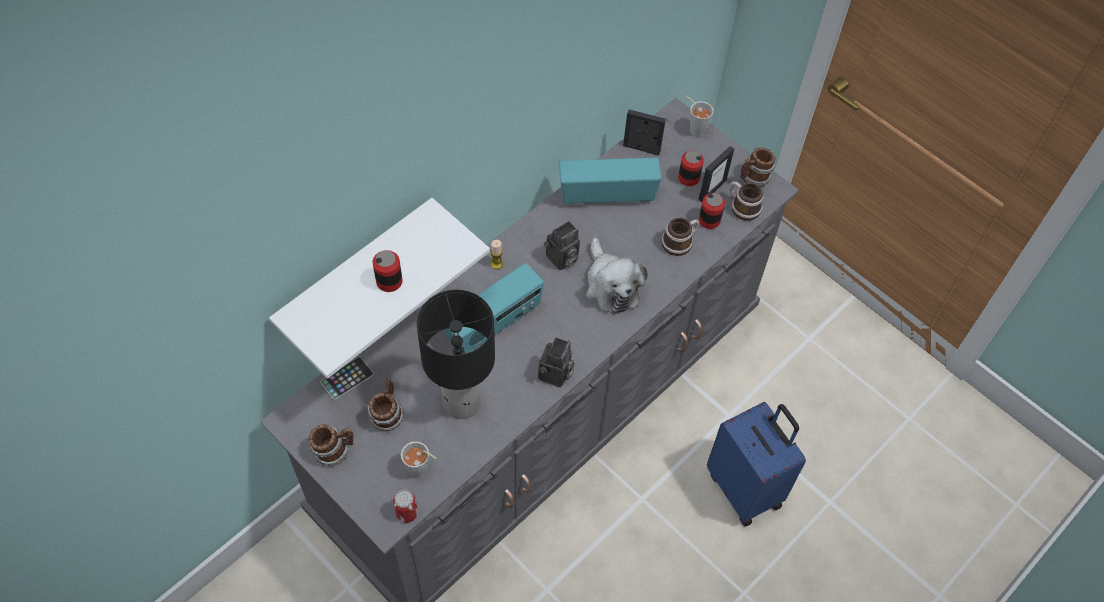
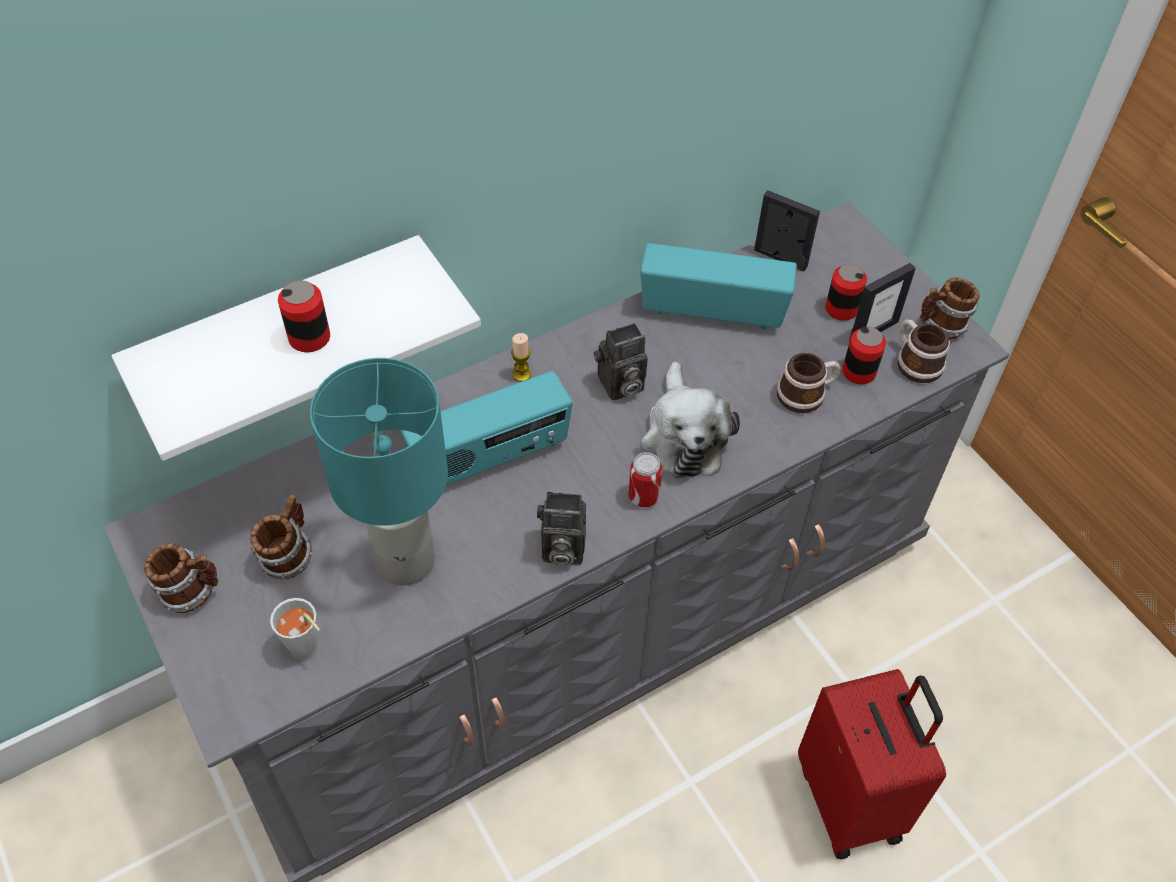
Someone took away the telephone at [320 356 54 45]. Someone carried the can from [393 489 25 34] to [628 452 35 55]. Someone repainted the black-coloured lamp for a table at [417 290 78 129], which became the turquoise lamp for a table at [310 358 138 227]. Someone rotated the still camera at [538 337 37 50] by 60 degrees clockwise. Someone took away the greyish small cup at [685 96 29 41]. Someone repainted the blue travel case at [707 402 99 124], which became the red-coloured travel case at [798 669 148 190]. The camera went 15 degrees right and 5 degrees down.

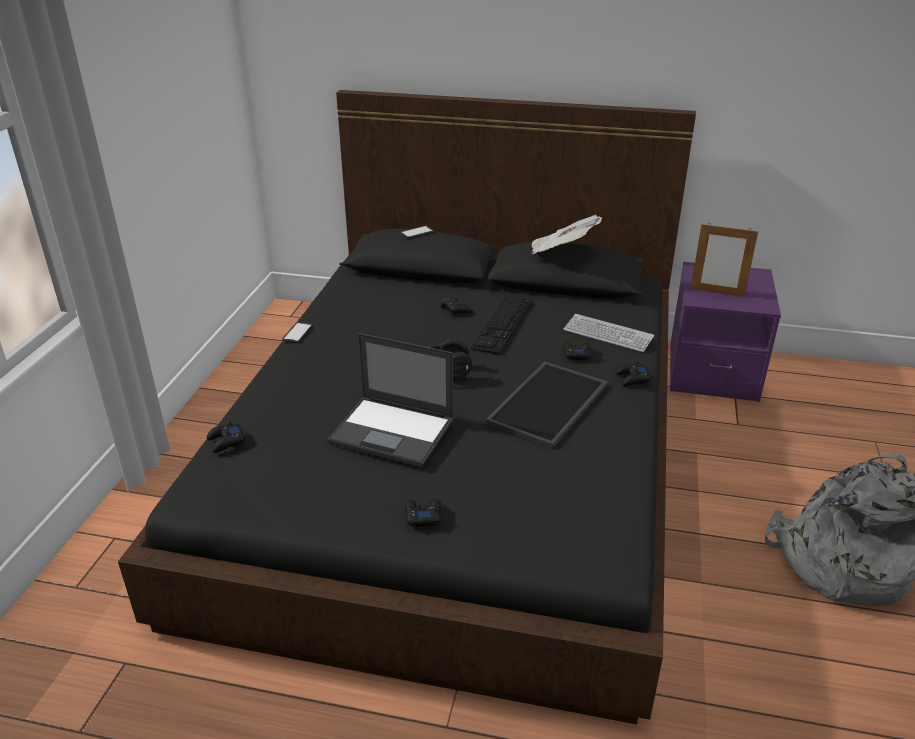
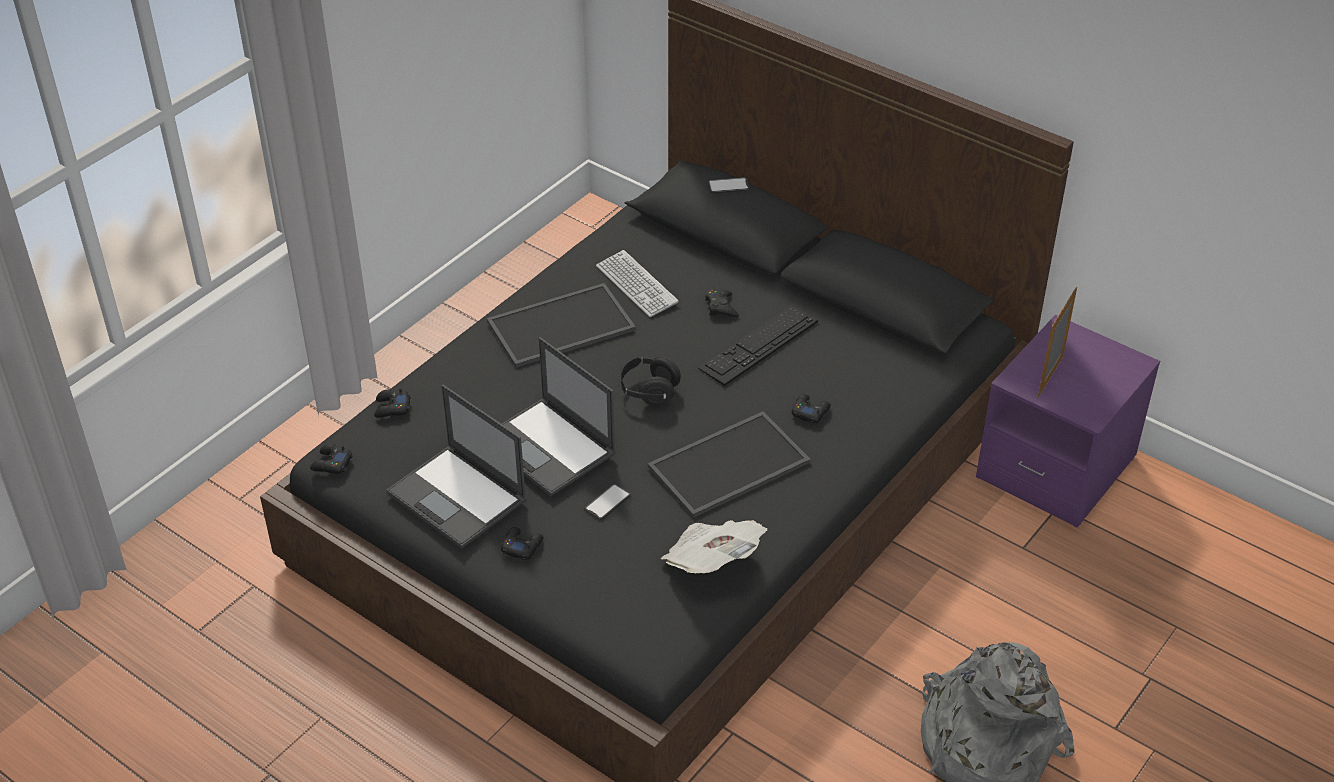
Someone carried the telephone from [282 322 31 21] to [584 483 47 37]. Someone carried the printed paper from [532 215 70 39] to [661 520 106 53]. Someone carried the PC keyboard from [563 314 91 38] to [596 250 83 67]. Someone carried the black-coloured game controller from [615 361 37 25] to [310 444 43 30]. Someone rotated the photo frame at [691 224 67 73] by 75 degrees clockwise. Someone put down the portable computer at [386 385 141 164]. Someone put down the carrying tray at [487 283 149 85]. The camera went 25 degrees right and 10 degrees up.

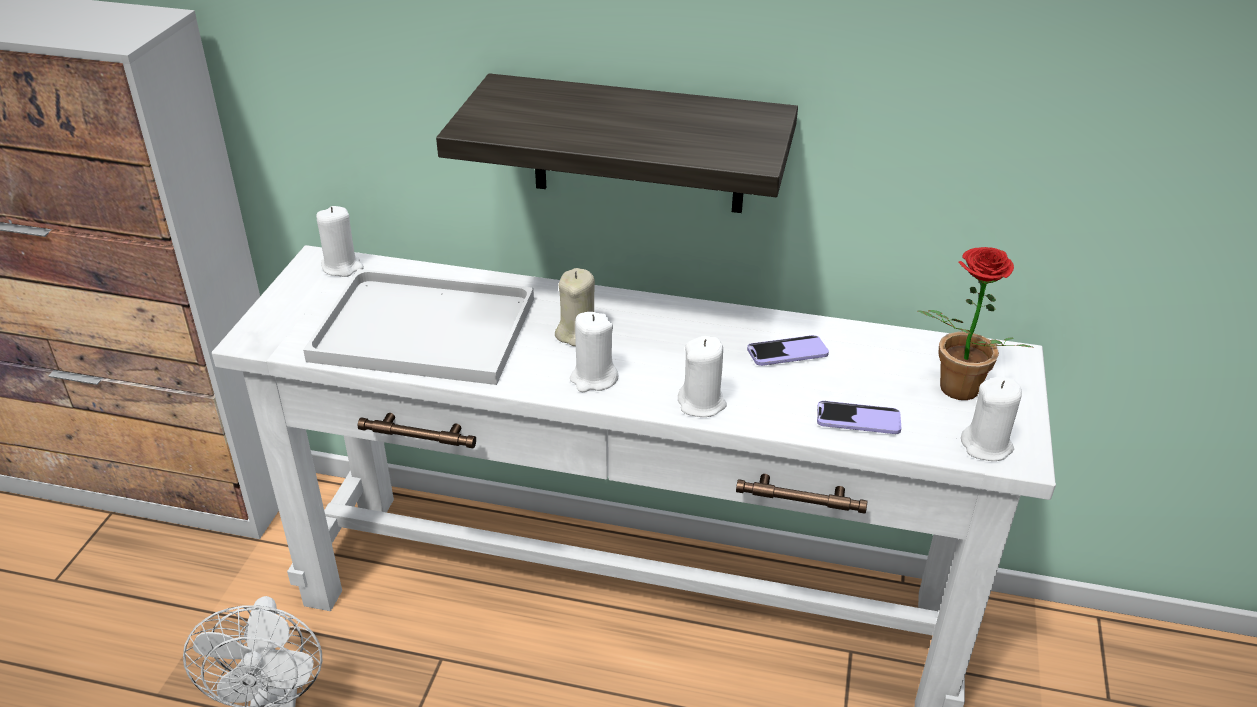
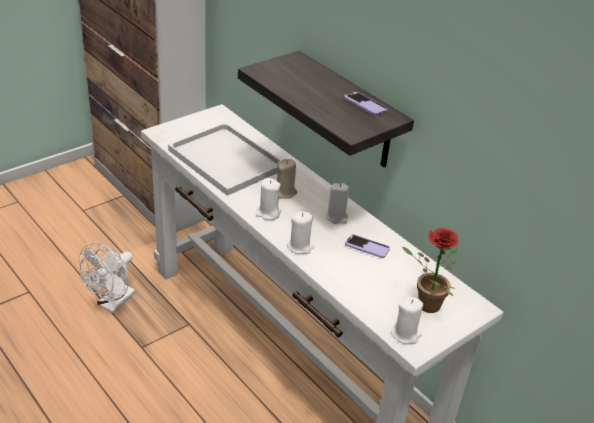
Someone carried the white wax candle from [316 206 48 71] to [325 183 24 41]. Someone carried the telephone from [817 401 84 33] to [344 92 44 23]. The camera went 35 degrees right and 0 degrees up.

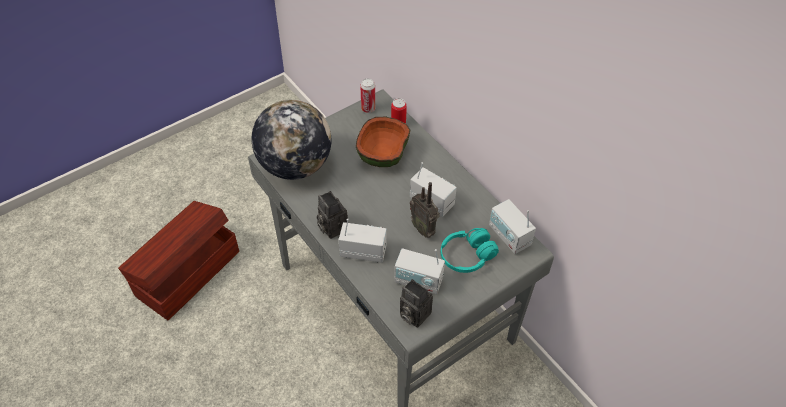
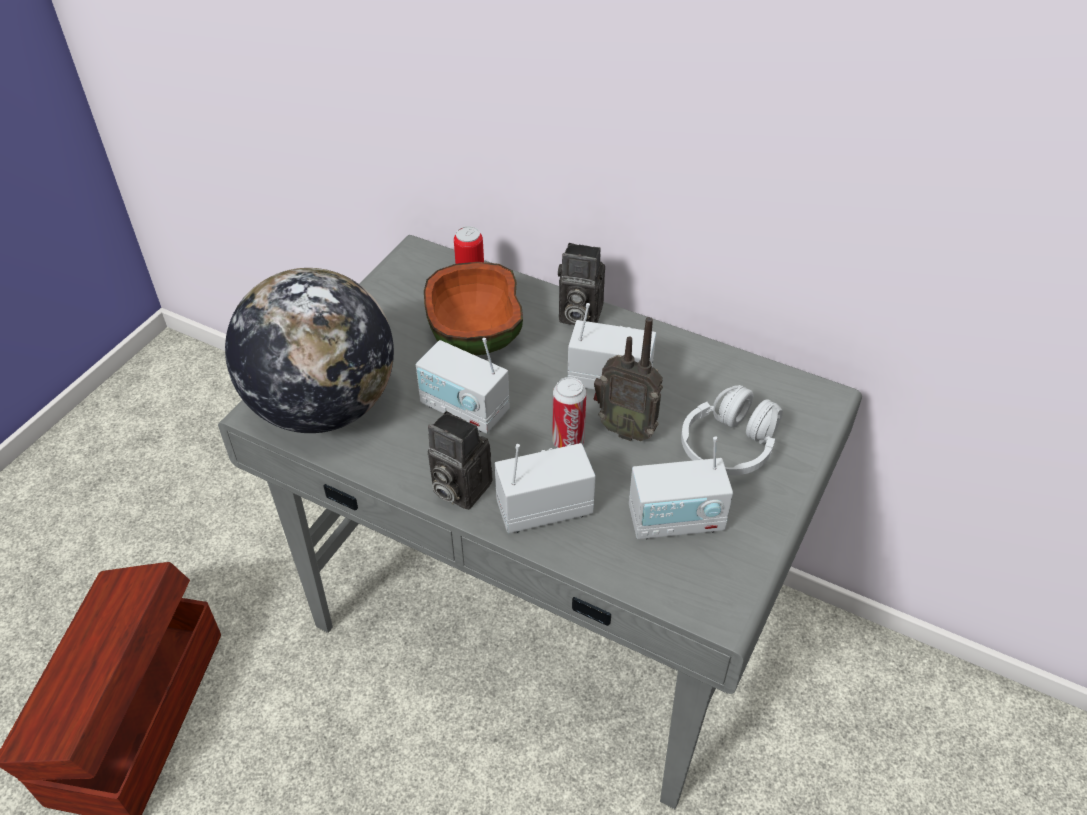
Someone carried the can from [360 78 15 35] to [552 377 34 71]. Someone carried the still camera from [400 279 33 49] to [558 243 47 82]. Someone repainted the turquoise pair of headphones at [441 228 58 45], which became the white pair of headphones at [681 385 102 91]. Someone carried the radio receiver from [489 199 47 55] to [416 338 93 96]. The camera went 25 degrees left and 5 degrees down.

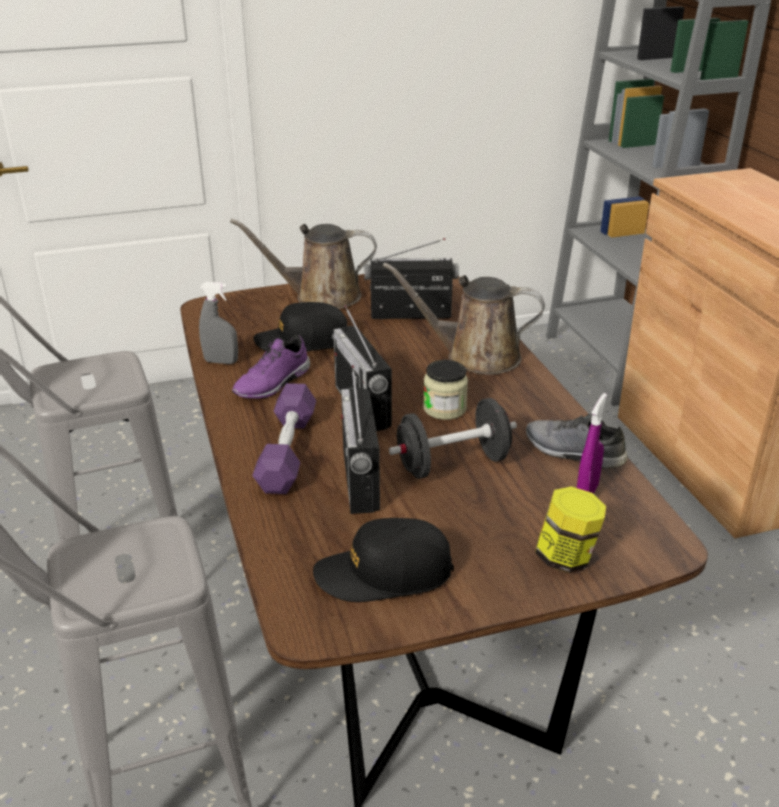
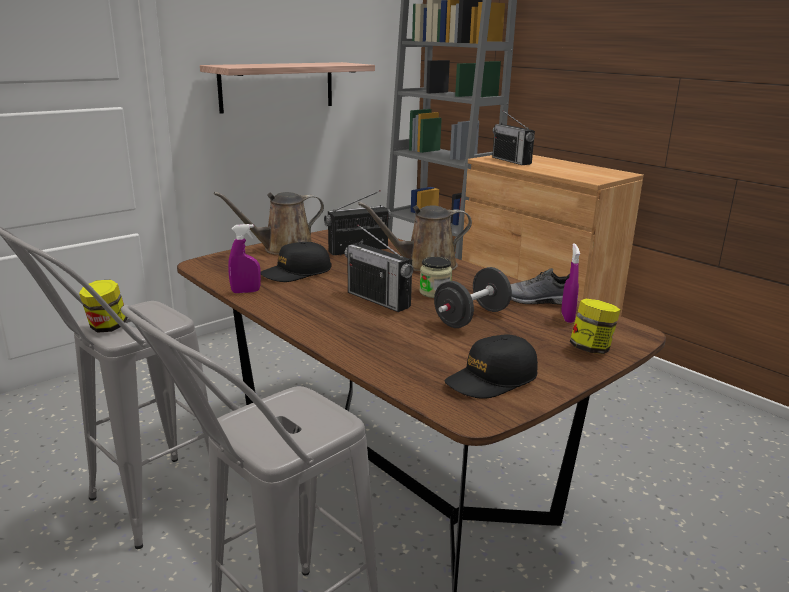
Someone repainted the greyish sprayer at [199 282 39 82], which became the purple-coloured sprayer at [228 224 33 69]. Someone took away the purple-coloured item of footwear at [232 335 78 64]. Someone took away the purple-coloured free weight at [252 383 64 111]. Someone carried the radio receiver from [341 365 39 149] to [492 110 43 55]. Someone put down the jar at [79 279 49 54]. Someone put up the bracket shelf at [200 62 175 52]. The camera went 25 degrees left and 10 degrees down.

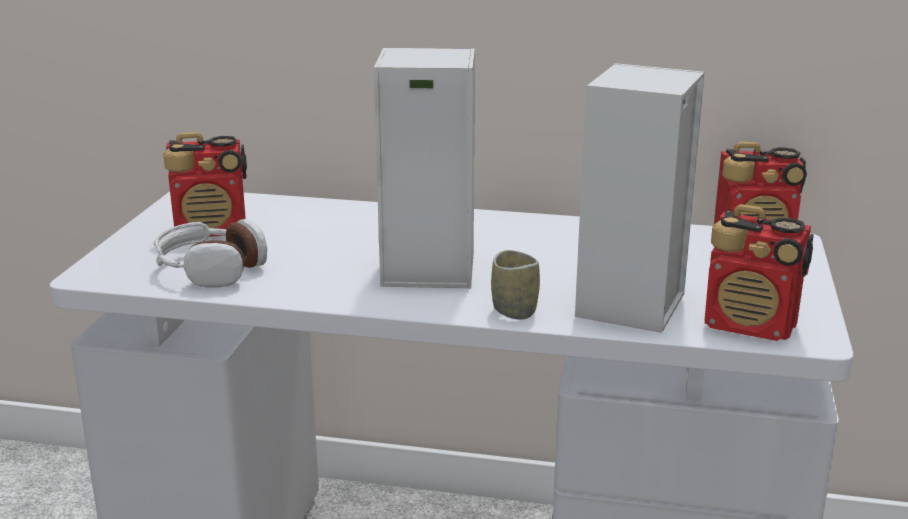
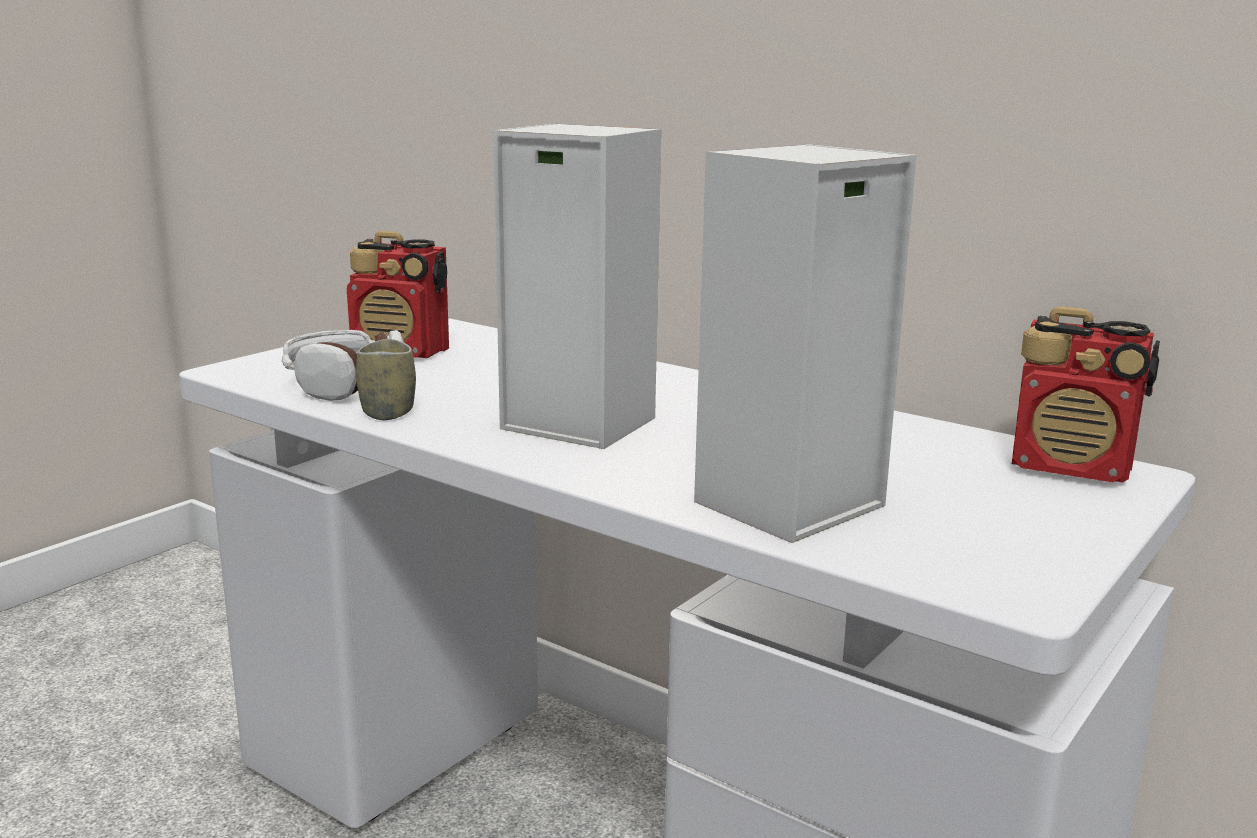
Someone carried the small cup from [491 250 49 70] to [356 339 60 81]. Someone took away the radio receiver at [704 204 110 137]. The camera went 25 degrees right and 5 degrees down.

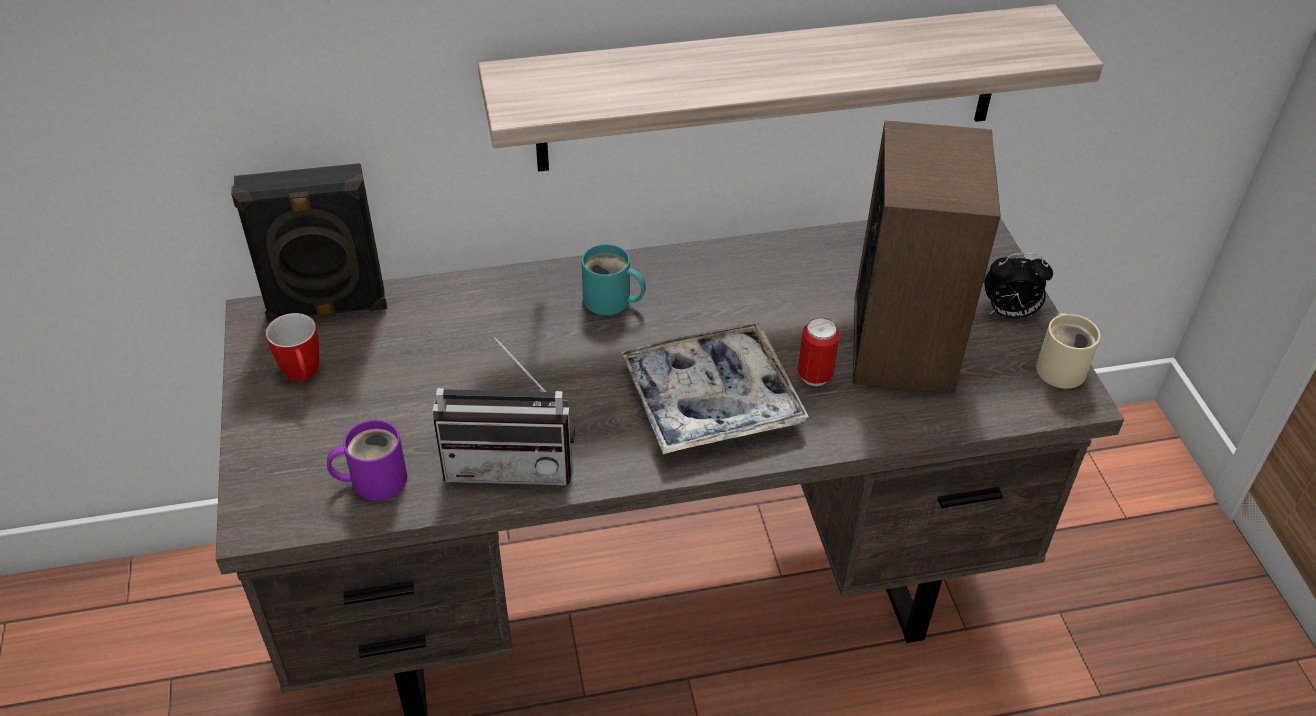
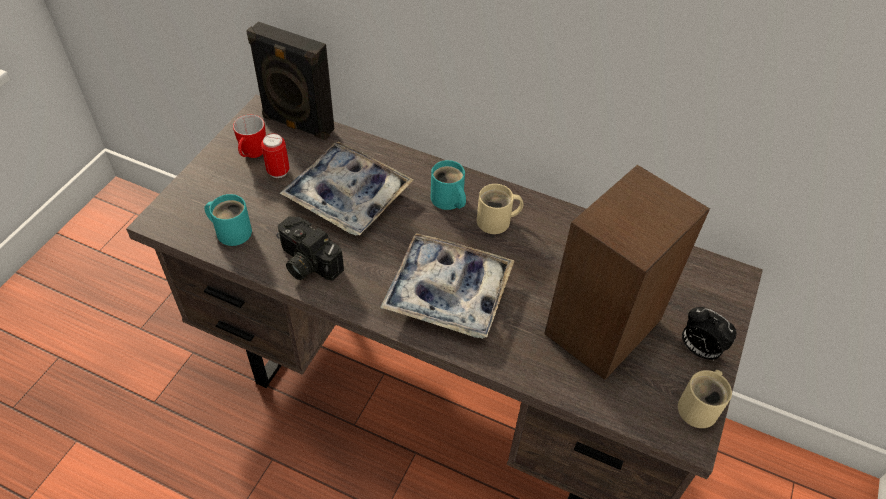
Someone repainted the purple-coloured coffee mug at [327 419 80 82], which became the turquoise coffee mug at [204 194 48 52]. Someone swapped the radio receiver at [432 331 143 154] for the still camera at [276 216 68 65]. Someone took away the bracket shelf at [478 4 625 168]. Someone carried the can from [798 318 41 68] to [261 133 28 45]. Someone put down the carrying tray at [279 142 135 94]. Someone put down the beige coffee mug at [477 184 47 50]. The camera went 35 degrees right and 5 degrees up.

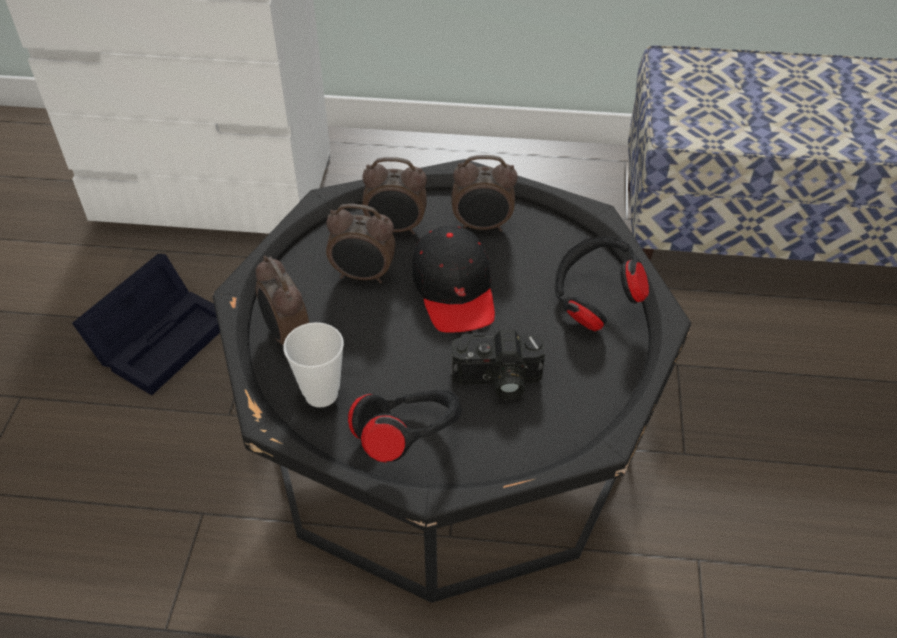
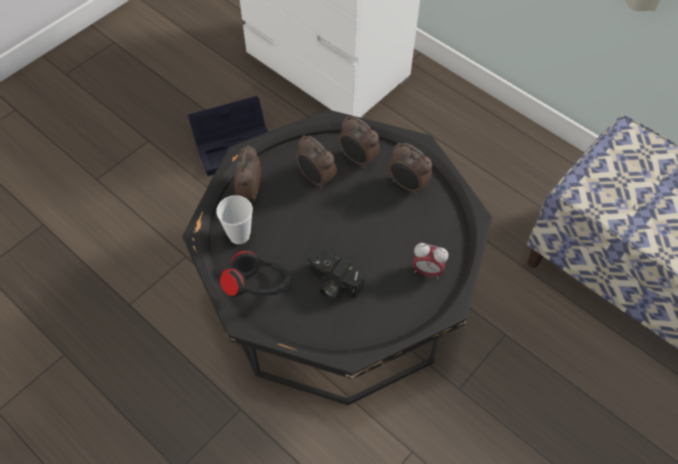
Someone took away the black-coloured cap at [412 226 83 106]. Someone swapped the black-coloured pair of headphones at [555 236 94 95] for the alarm clock at [412 243 36 36]. The camera went 35 degrees right and 10 degrees up.

